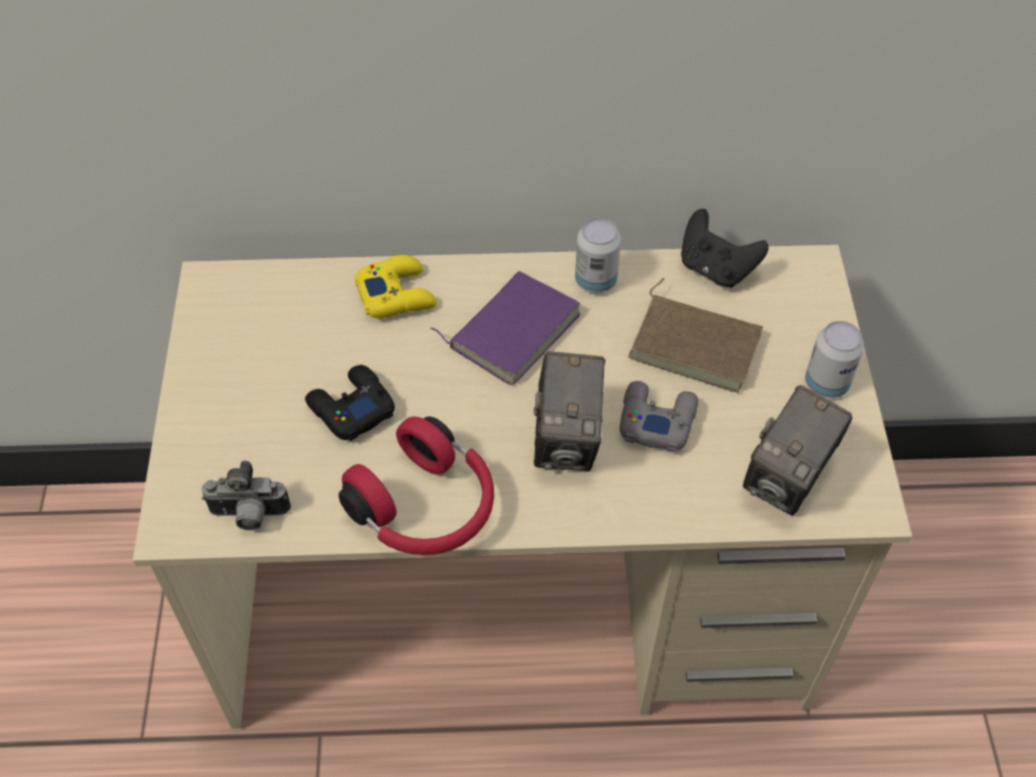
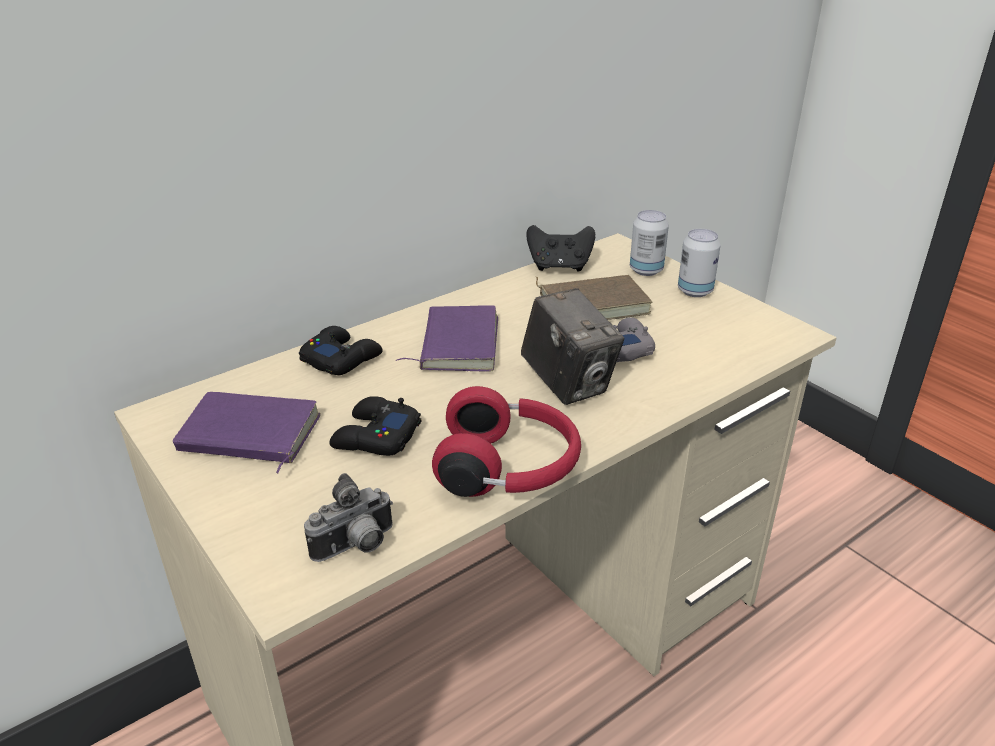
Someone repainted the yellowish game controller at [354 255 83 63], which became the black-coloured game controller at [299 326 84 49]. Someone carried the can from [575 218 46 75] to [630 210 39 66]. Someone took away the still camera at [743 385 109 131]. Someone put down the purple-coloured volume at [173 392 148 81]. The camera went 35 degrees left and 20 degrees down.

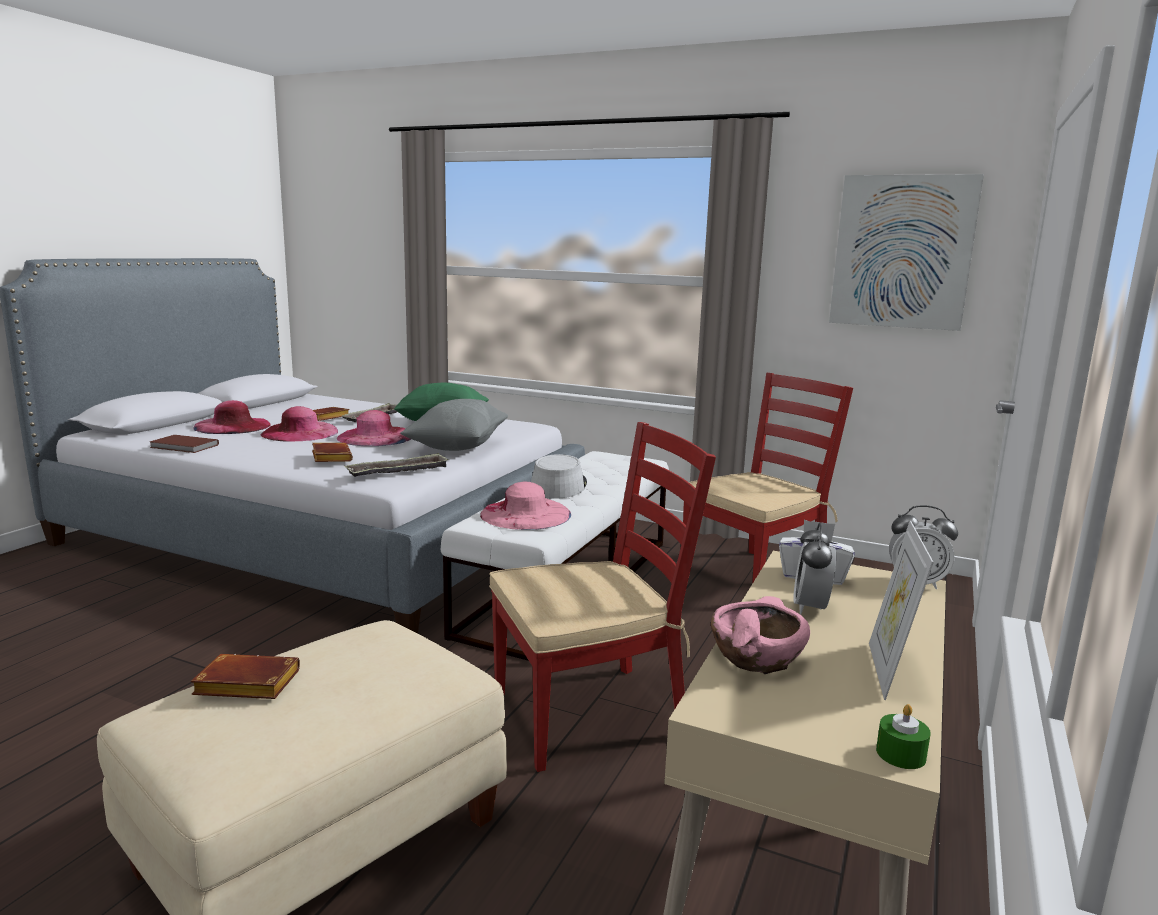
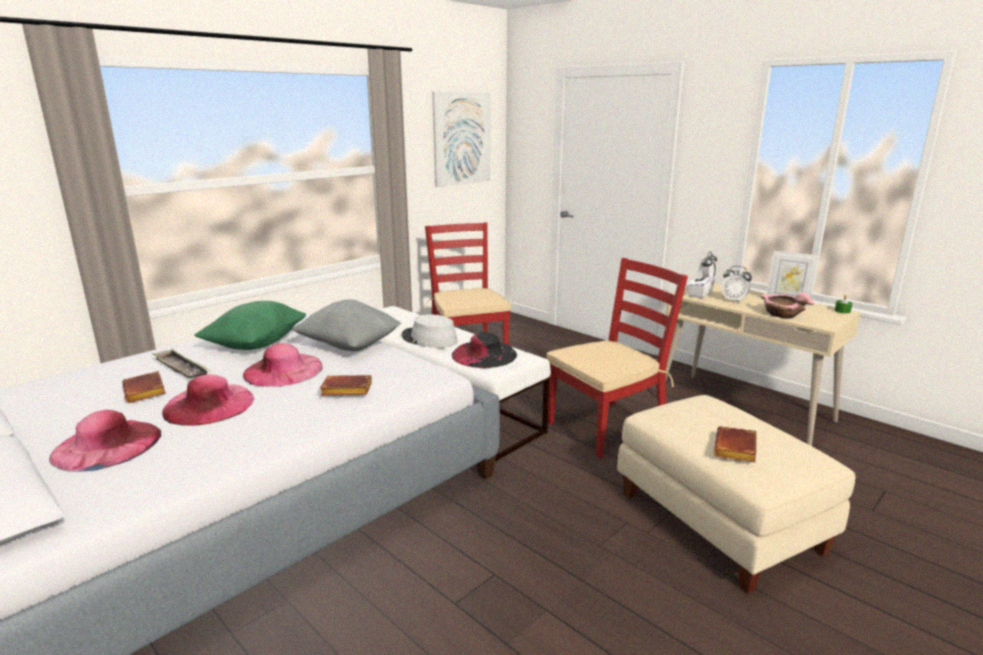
Someone took away the brown volume at [150 435 69 18]. Someone took away the carrying tray at [344 453 105 24]. Someone repainted the pink hat at [480 482 91 48], which became the black-coloured hat at [452 332 65 36]. Someone rotated the red-coloured upright chair at [489 422 227 350] by 60 degrees clockwise. The camera went 70 degrees left and 5 degrees up.

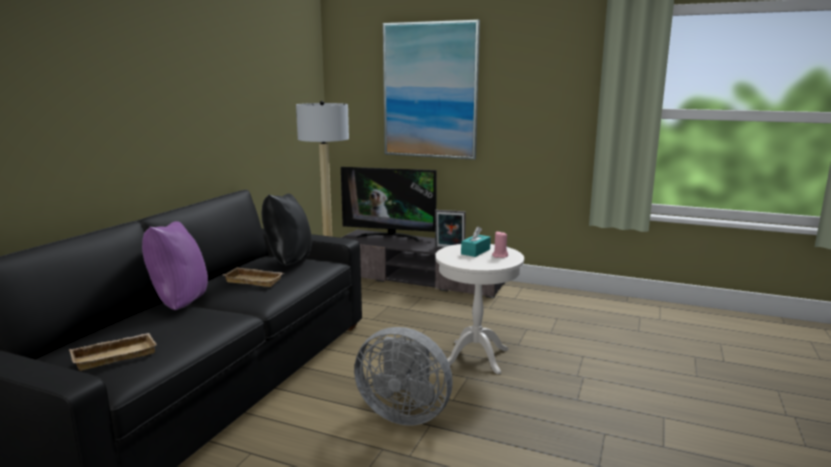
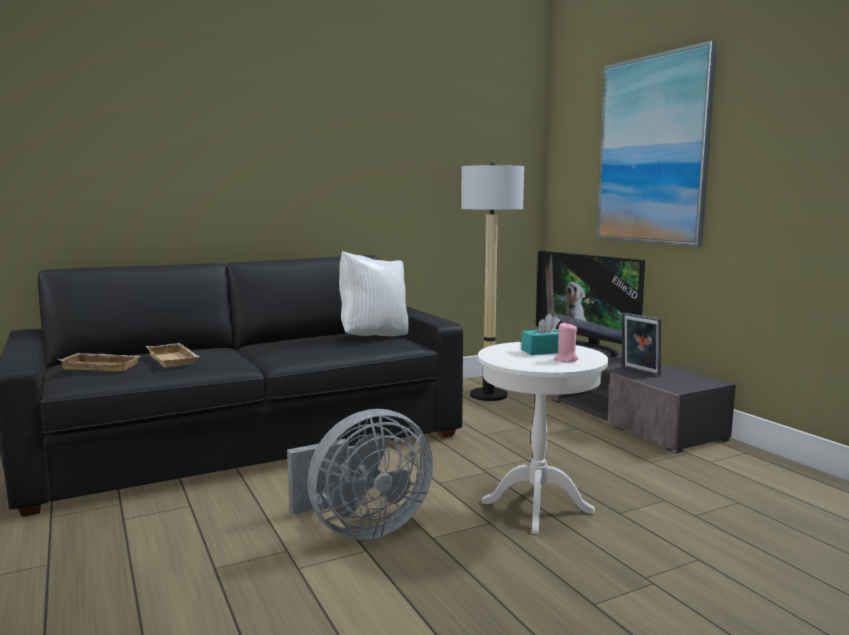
Someone took away the purple-coloured pillow at [142 221 66 89]. Someone carried the beige carrying tray from [223 267 61 20] to [146 343 53 25]. Someone repainted the black-coloured pillow at [262 194 50 71], which became the white pillow at [339 251 70 85]. Someone rotated the greyish fan at [354 327 99 99] by 90 degrees counterclockwise. The camera went 40 degrees right and 5 degrees down.

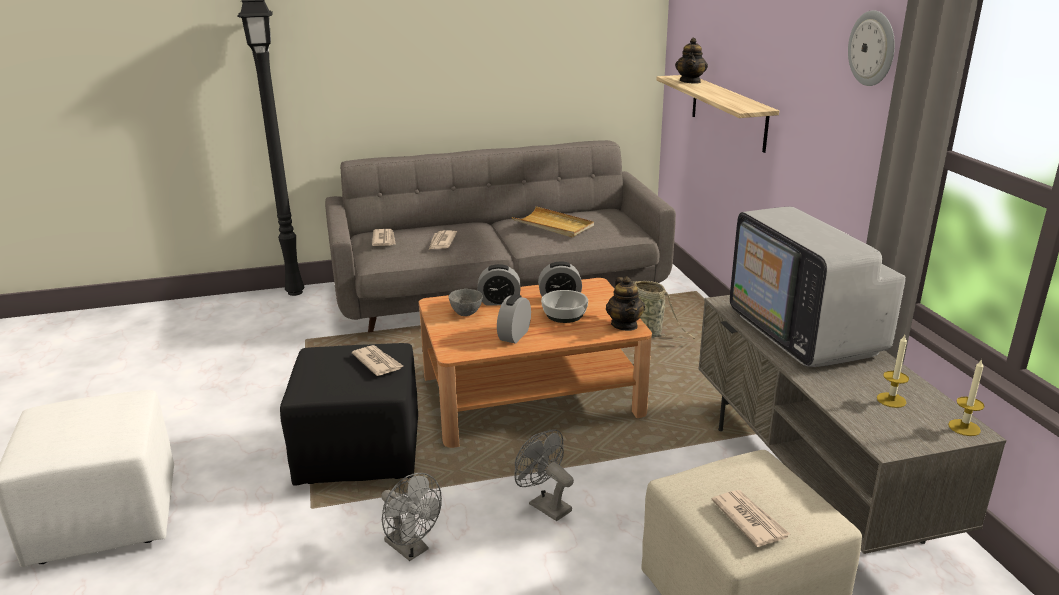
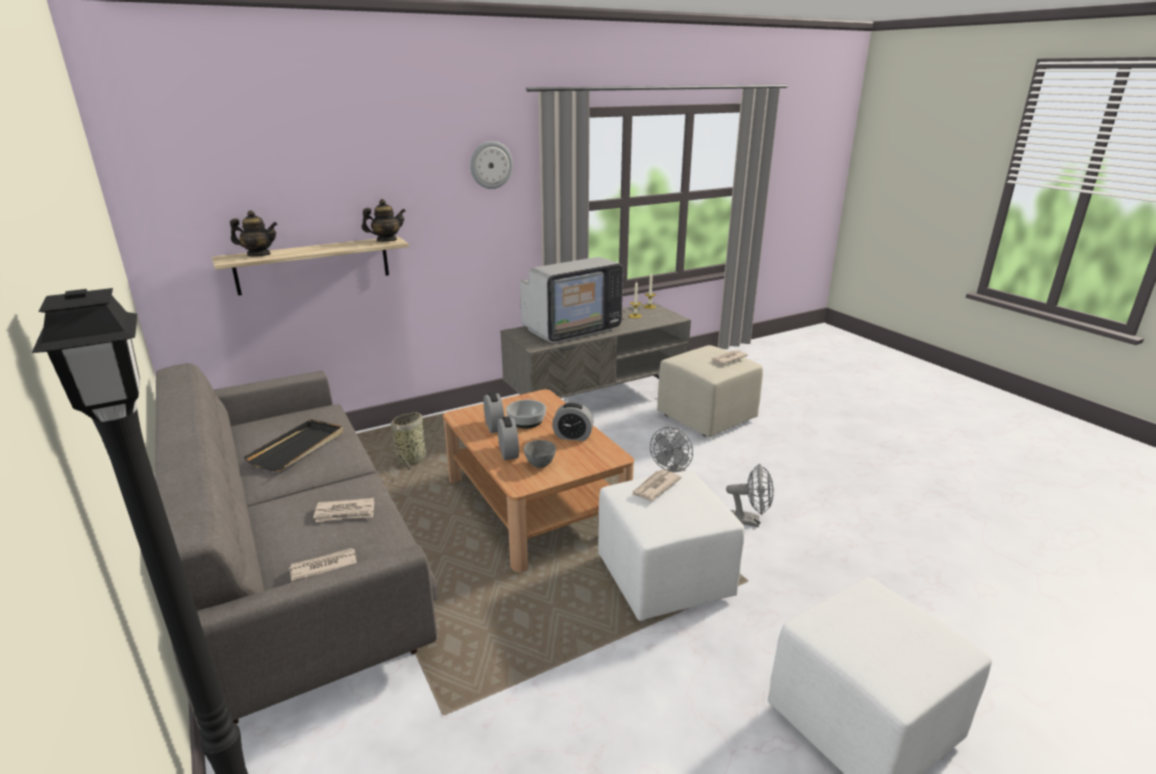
Someone repainted the black-coloured footrest at [280 343 138 143], which became the white footrest at [598 471 147 150]. Someone rotated the greyish fan at [381 473 61 88] by 75 degrees clockwise. Someone repainted the beige carrying tray at [512 206 82 31], which became the black-coloured carrying tray at [244 419 99 53]. Someone carried the teapot from [606 276 39 55] to [362 199 44 43]. The camera went 105 degrees left and 0 degrees up.

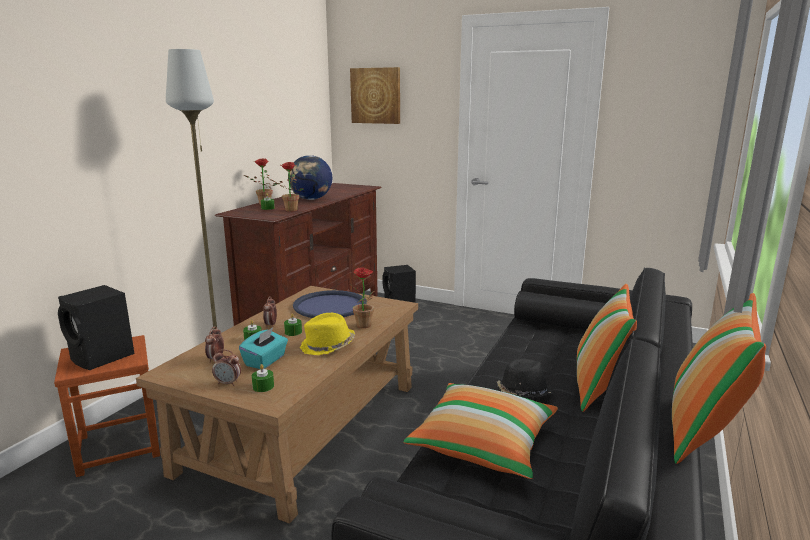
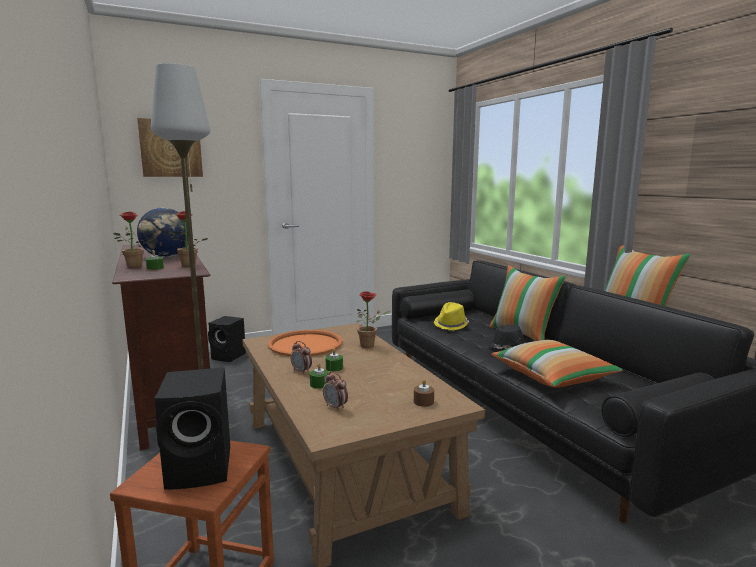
Someone took away the alarm clock at [212 349 29 37]. Someone took away the turquoise tissue box at [239 327 49 42]. Someone repainted the green wax candle at [252 364 22 28], which became the brown wax candle at [414 379 20 28]. Someone repainted the blue carrying tray at [293 290 74 28], which became the orange-coloured carrying tray at [268 330 75 26]. Someone carried the yellowish hat from [300 313 55 42] to [434 302 35 29]. The camera went 50 degrees left and 5 degrees down.

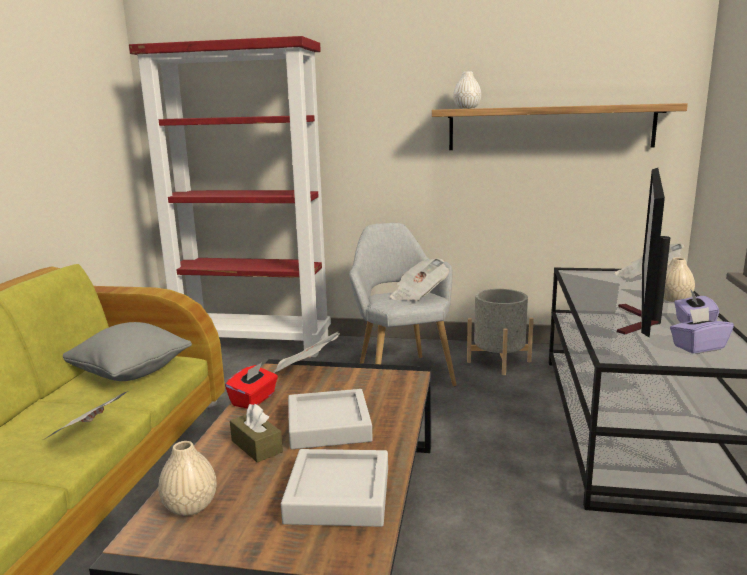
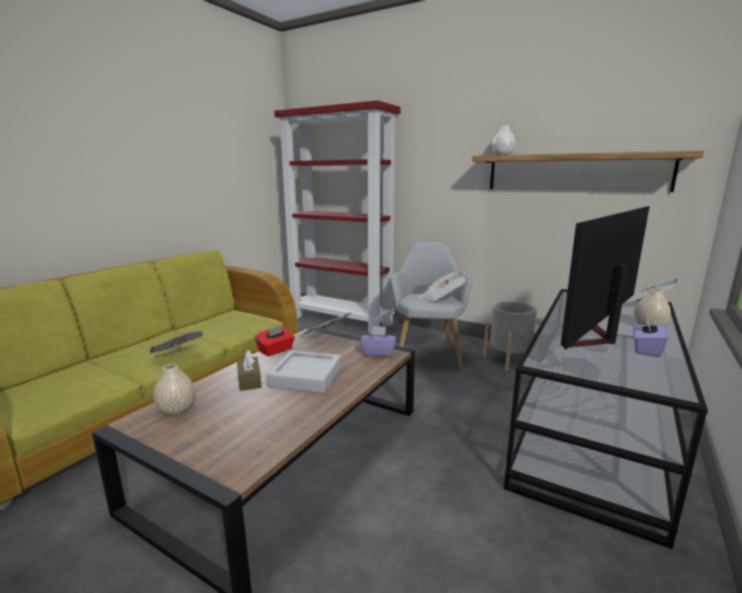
Someone took away the greyish pillow at [63 322 129 59]. Someone took away the greyish carrying tray at [281 449 107 78]. Someone carried the purple-coloured tissue box from [670 307 64 46] to [360 326 36 30]. The camera went 20 degrees right and 0 degrees up.

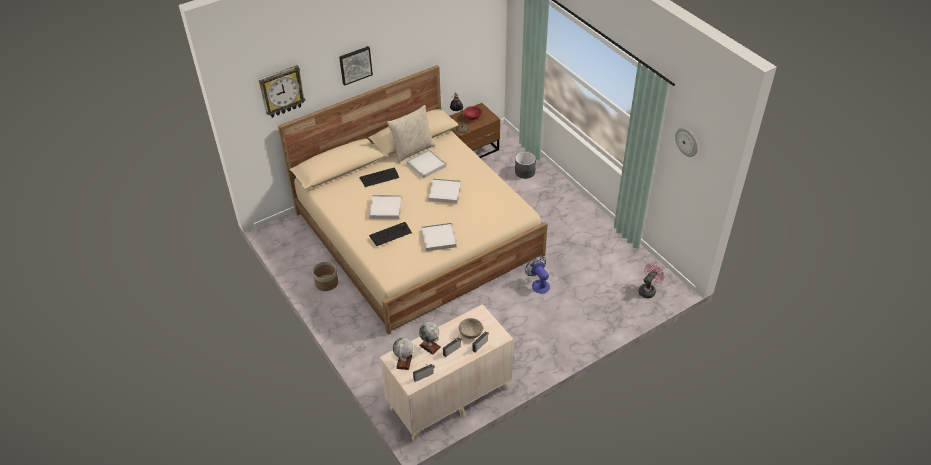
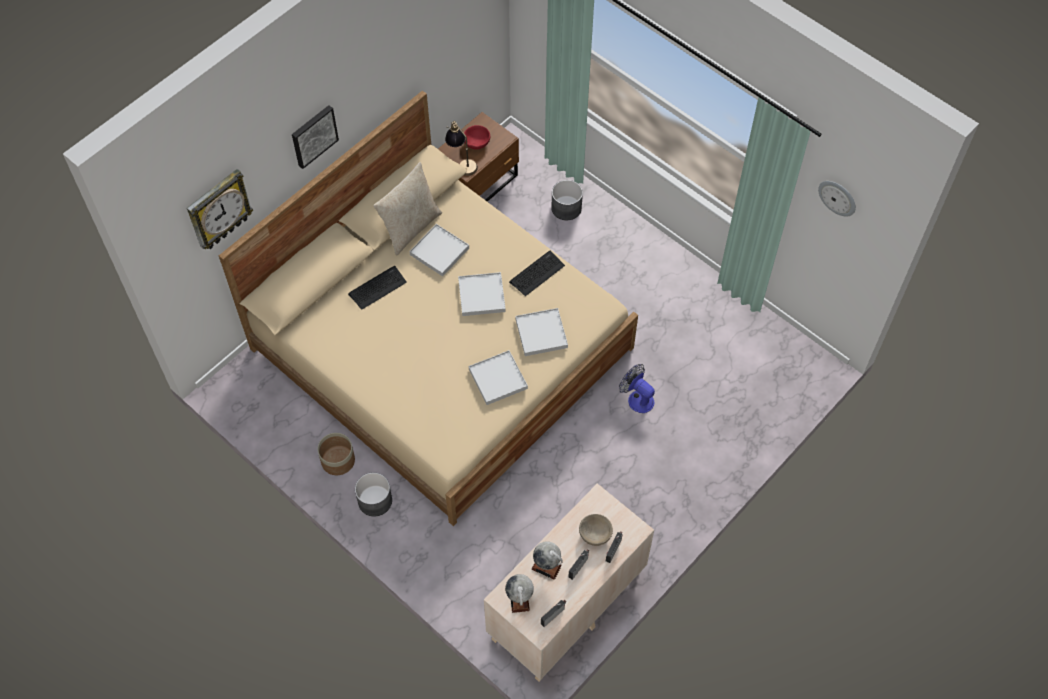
Someone carried the white carrying tray from [369 195 33 24] to [515 308 53 48]. Someone carried the PC keyboard from [369 222 43 24] to [509 250 56 46]. Someone took away the pink fan at [638 263 27 35]. Someone put down the greyish planter at [355 472 37 45]. The camera went 15 degrees left and 15 degrees up.

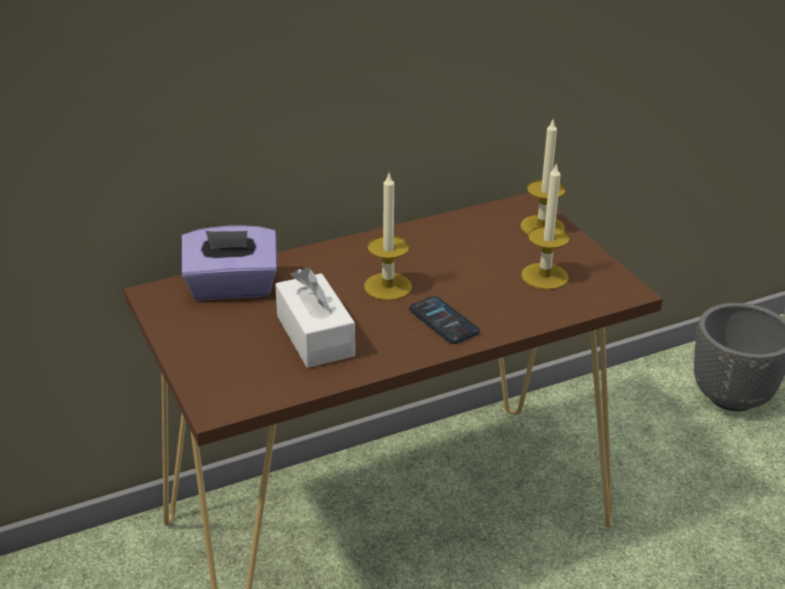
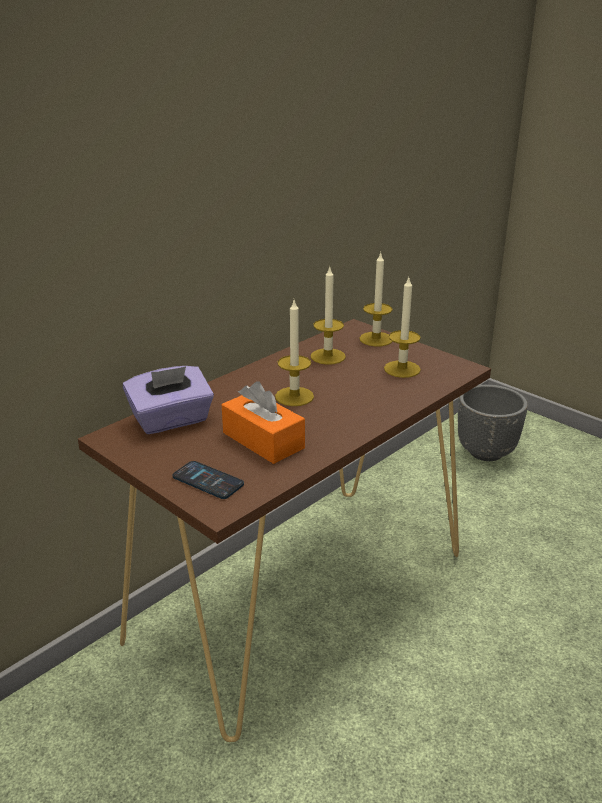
Someone repainted the white tissue box at [275 268 80 100], which became the orange-coloured tissue box at [222 381 83 83]. Someone carried the telephone from [409 296 71 48] to [173 461 71 38]. Someone put down the wax candle at [310 265 36 100]. The camera went 20 degrees left and 5 degrees down.

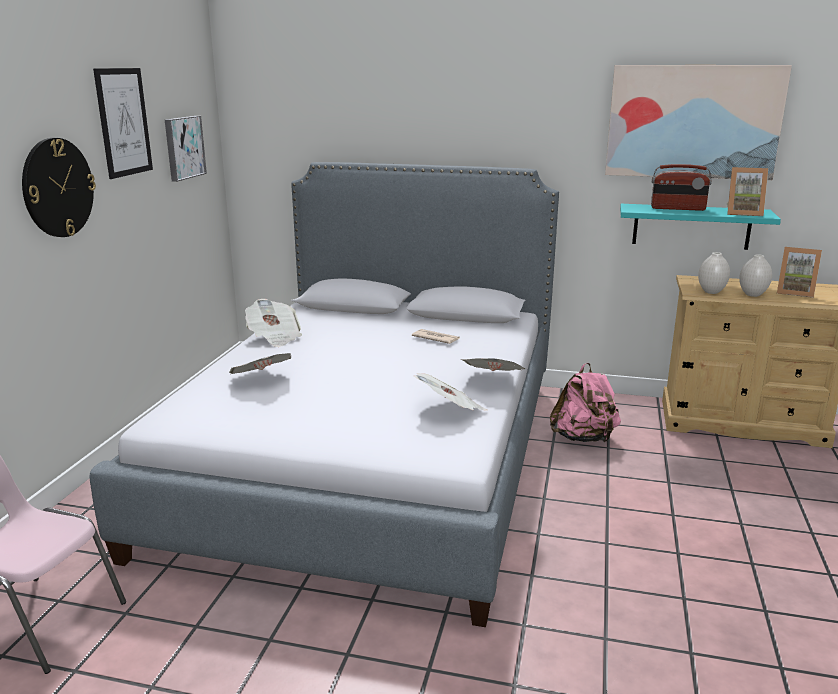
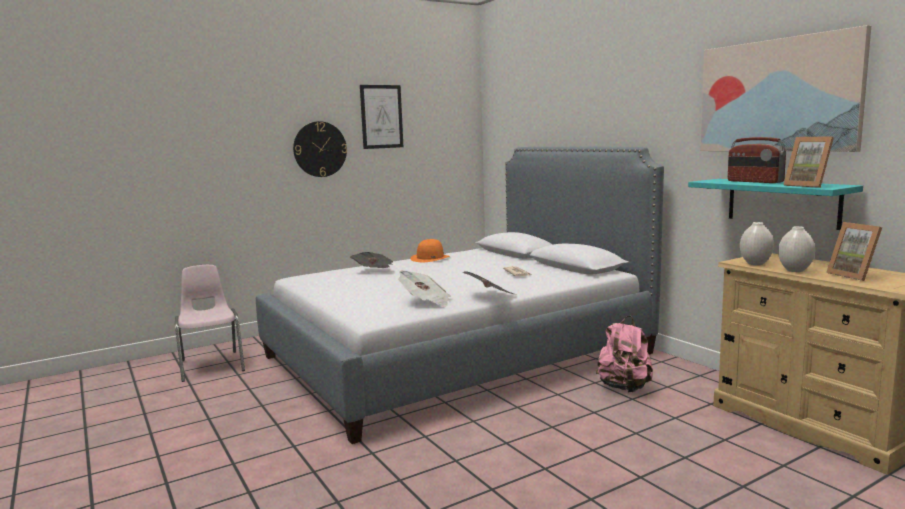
Someone took away the wall art at [165 116 42 66]. Someone swapped the printed paper at [245 299 57 48] for the orange-coloured hat at [411 239 39 23]. The camera went 45 degrees right and 10 degrees down.

